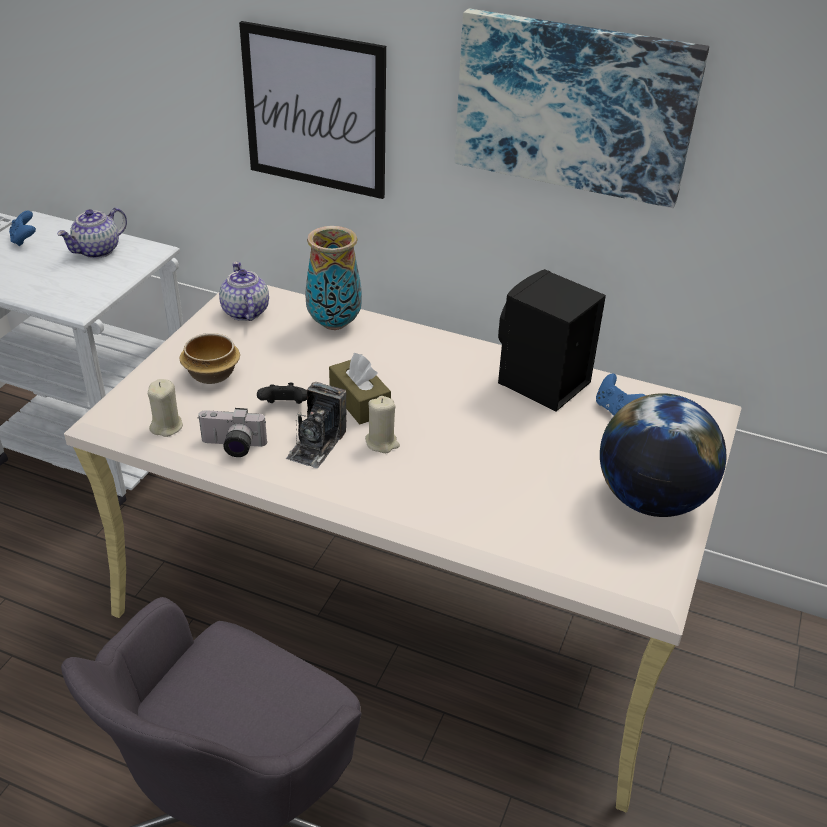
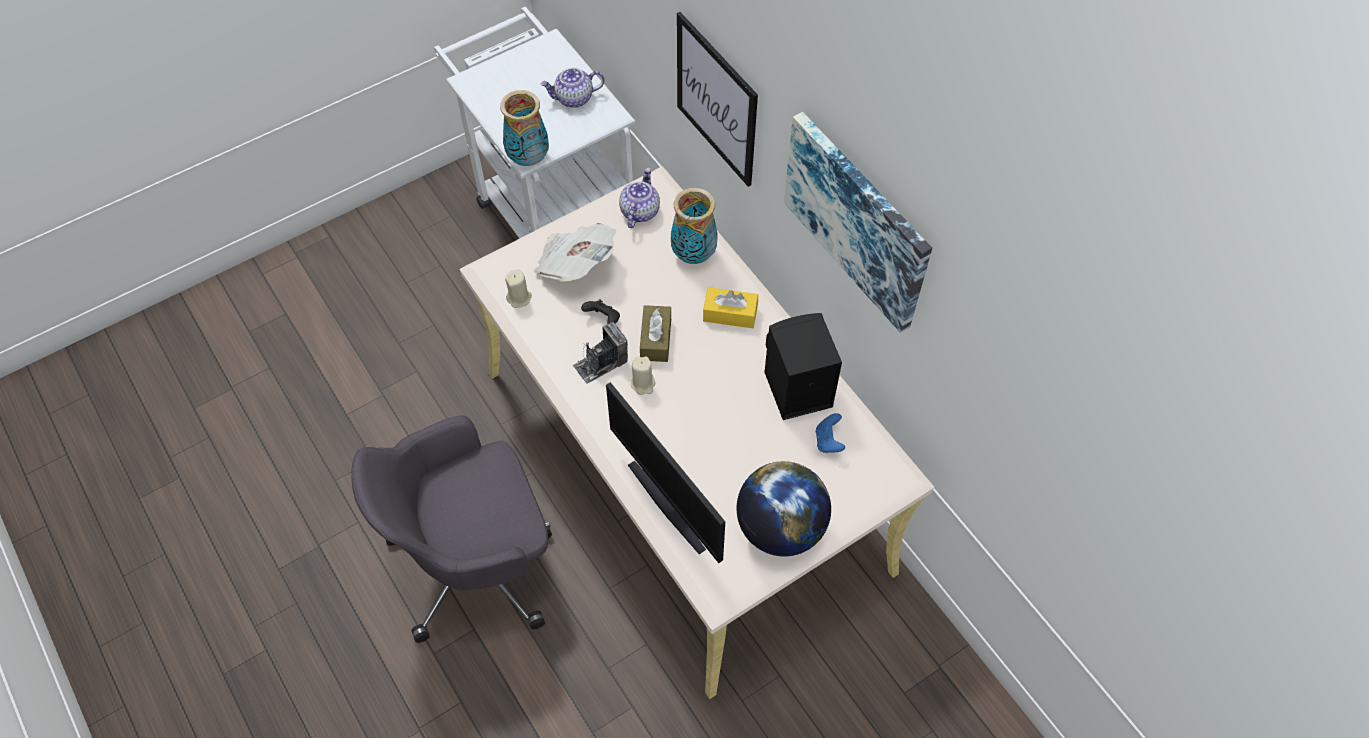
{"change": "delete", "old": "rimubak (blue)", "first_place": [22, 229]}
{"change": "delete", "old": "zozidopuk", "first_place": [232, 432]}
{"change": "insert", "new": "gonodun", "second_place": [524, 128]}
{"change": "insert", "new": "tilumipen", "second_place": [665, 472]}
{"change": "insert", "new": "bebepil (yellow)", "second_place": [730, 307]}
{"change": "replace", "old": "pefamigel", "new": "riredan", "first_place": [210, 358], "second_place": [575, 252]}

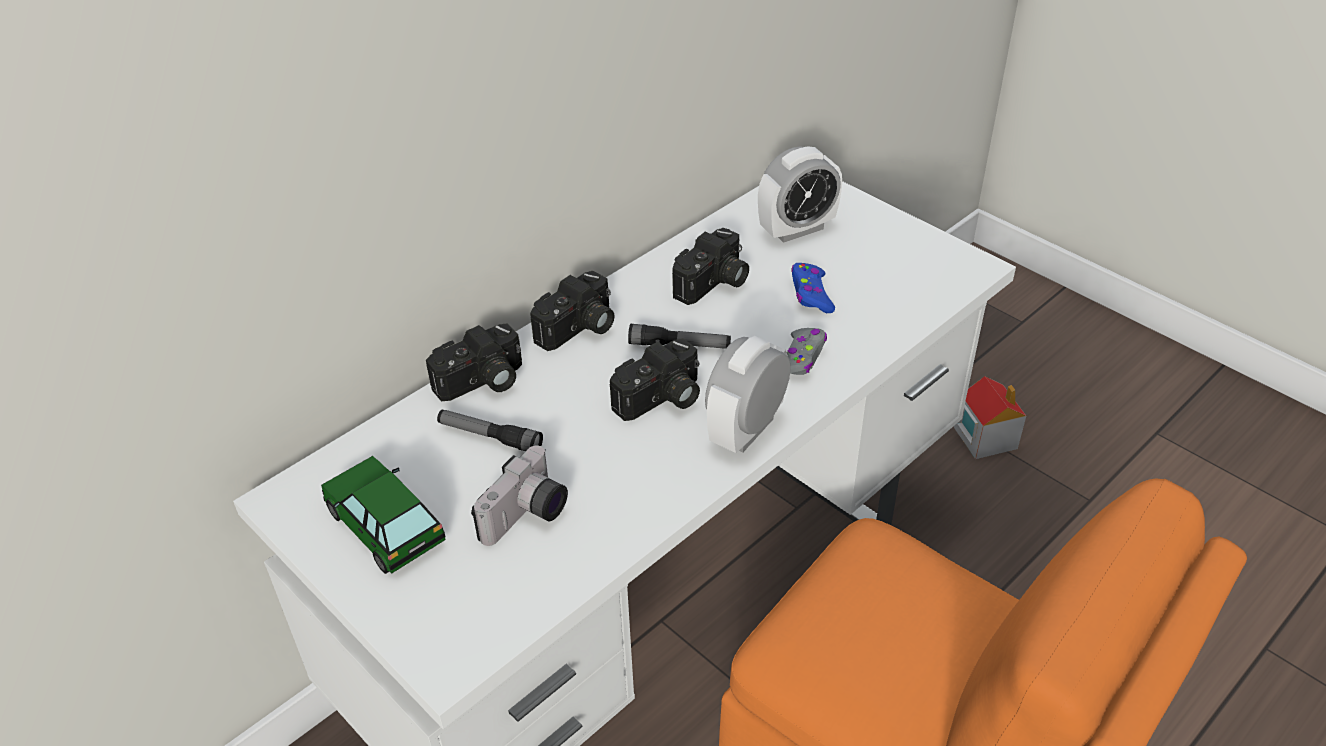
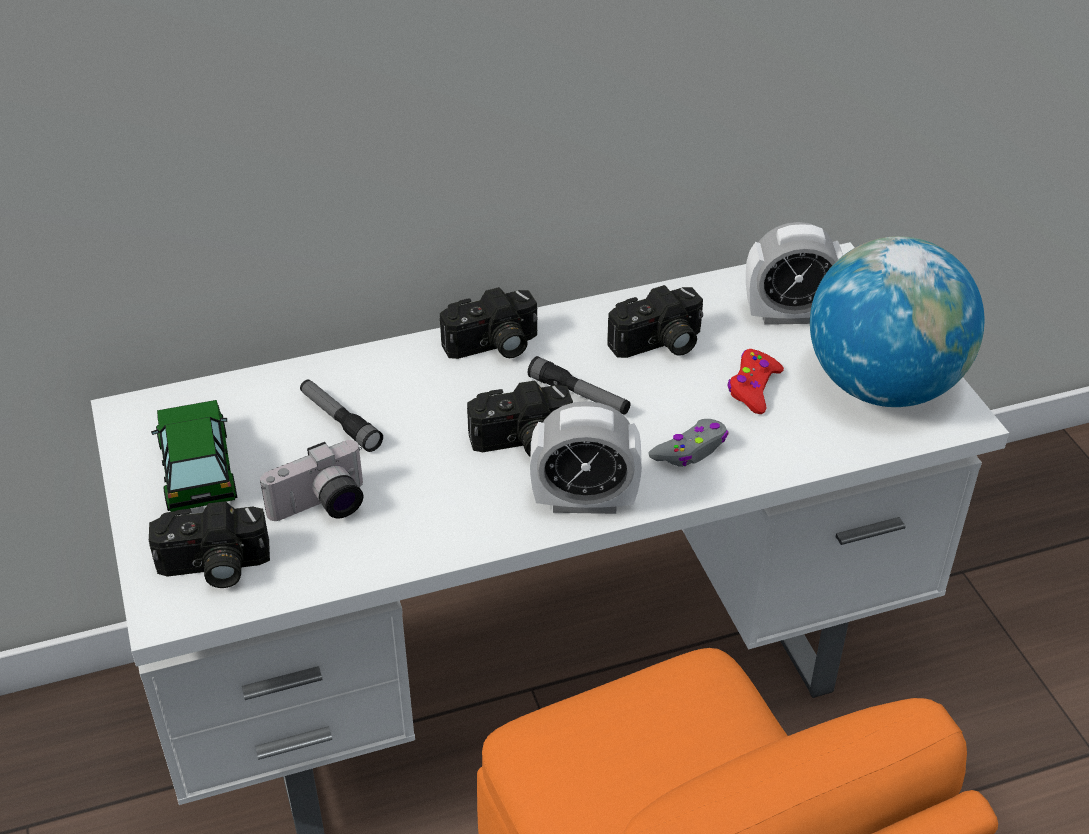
{"change": "delete", "old": "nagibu", "first_place": [990, 417]}
{"change": "insert", "new": "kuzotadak", "second_place": [897, 321]}
{"change": "move", "old": "zozidopuk", "first_place": [474, 362], "second_place": [209, 544]}
{"change": "recolor", "old": "rimubak (blue)", "new": "rimubak (red)", "first_place": [813, 288], "second_place": [755, 381]}
{"change": "rotate", "old": "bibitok", "first_place": [748, 394], "second_place": [586, 457], "degrees": -150}

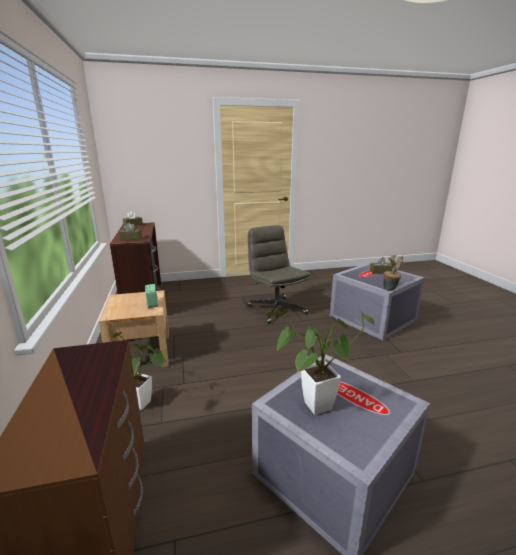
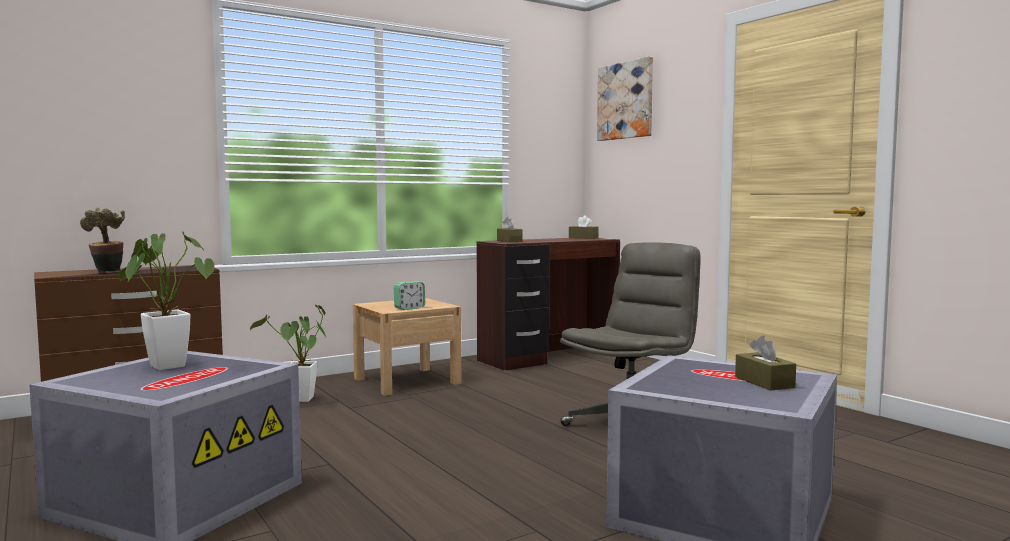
{"change": "insert", "new": "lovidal", "second_place": [625, 98]}
{"change": "move", "old": "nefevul", "first_place": [393, 273], "second_place": [102, 239]}

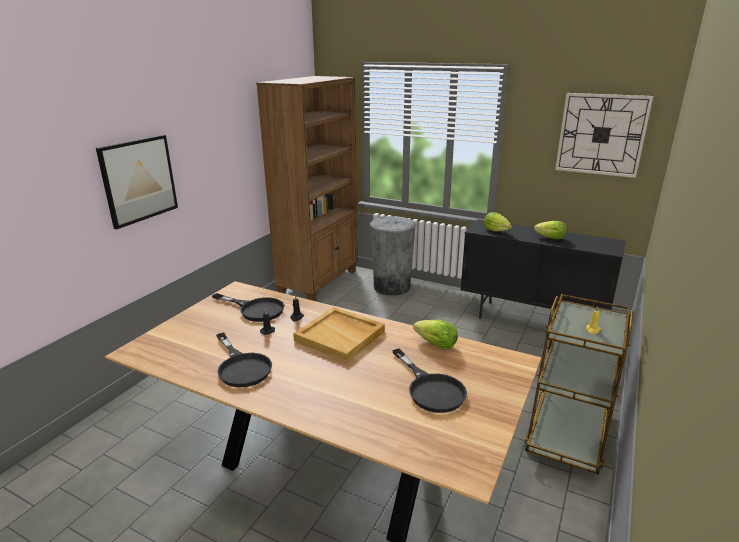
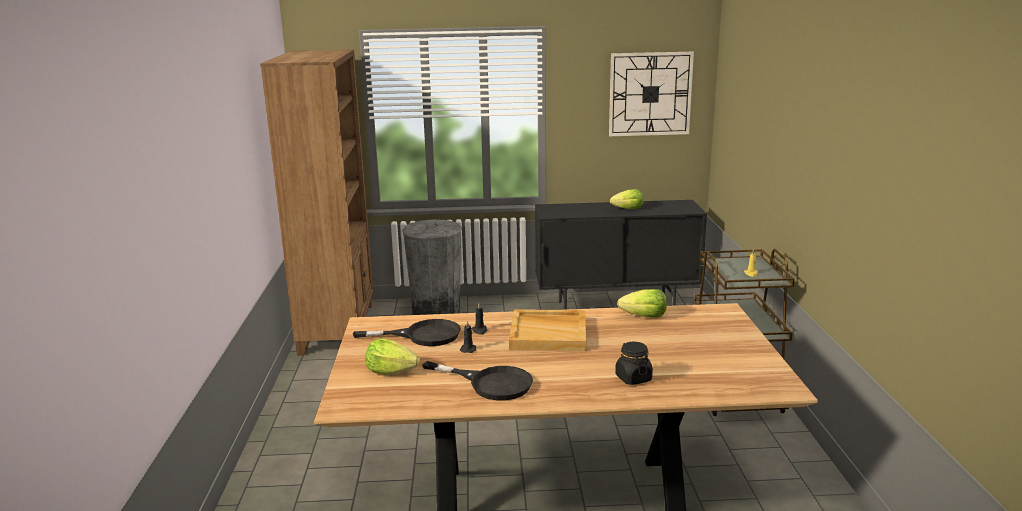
{"change": "delete", "old": "lovidal", "first_place": [137, 182]}
{"change": "delete", "old": "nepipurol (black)", "first_place": [429, 380]}
{"change": "insert", "new": "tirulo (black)", "second_place": [634, 363]}
{"change": "move", "old": "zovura", "first_place": [498, 221], "second_place": [392, 356]}

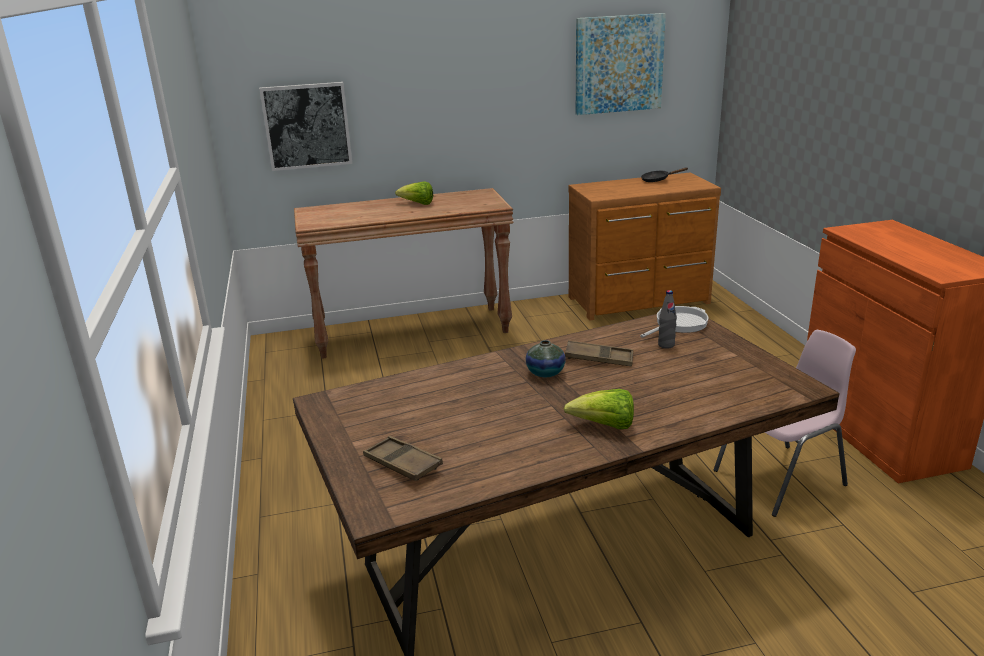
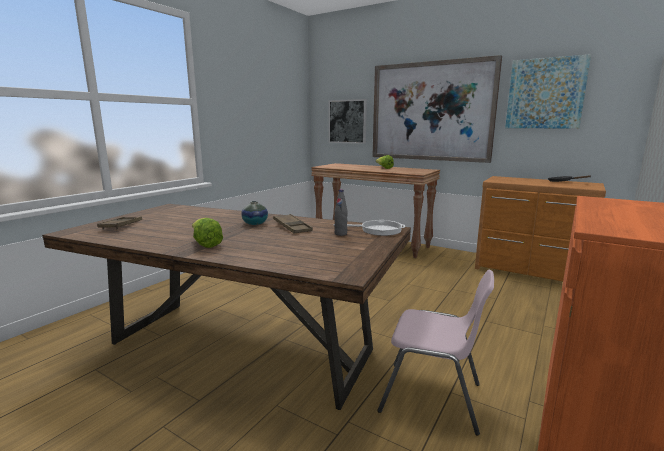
{"change": "insert", "new": "lovidal", "second_place": [437, 109]}

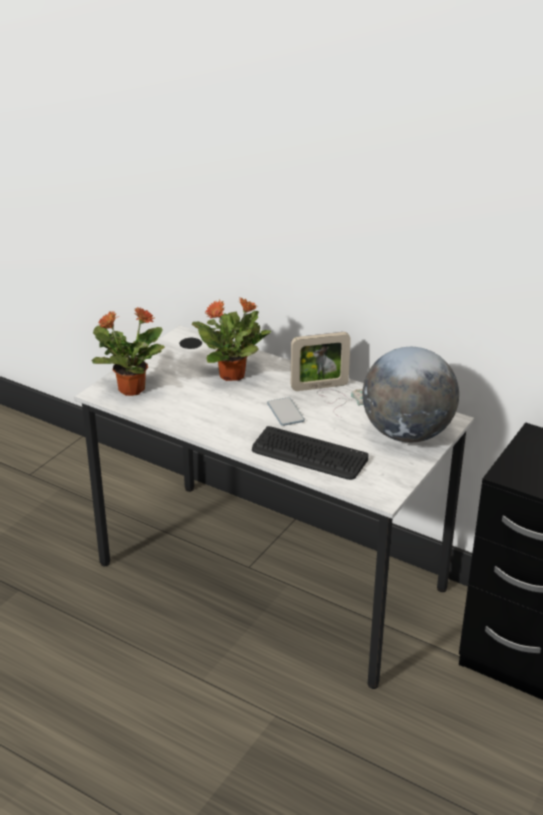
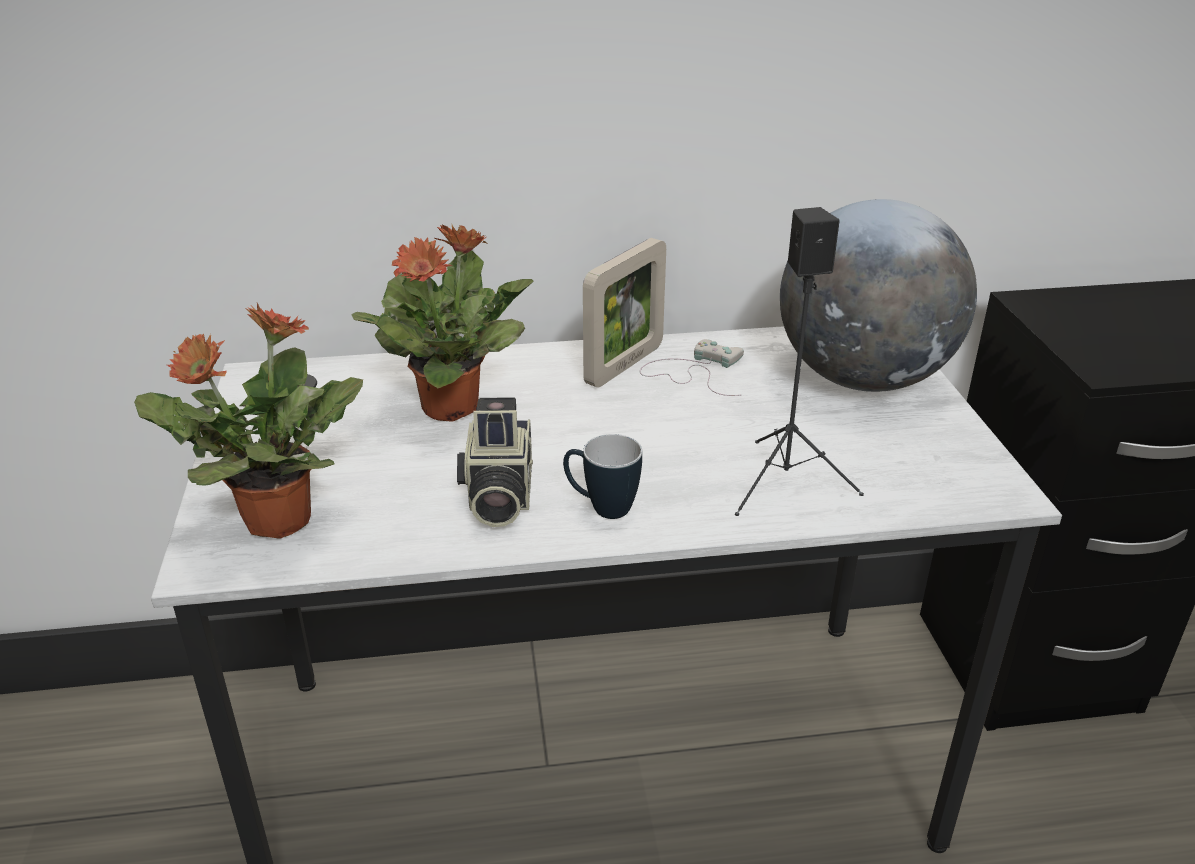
{"change": "delete", "old": "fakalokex", "first_place": [286, 411]}
{"change": "insert", "new": "zozidopuk", "second_place": [495, 462]}
{"change": "insert", "new": "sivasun", "second_place": [602, 476]}
{"change": "replace", "old": "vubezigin", "new": "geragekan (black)", "first_place": [310, 453], "second_place": [799, 361]}

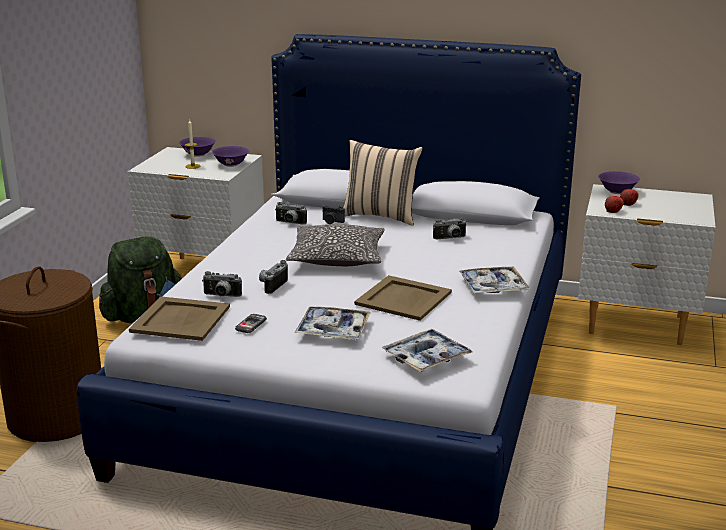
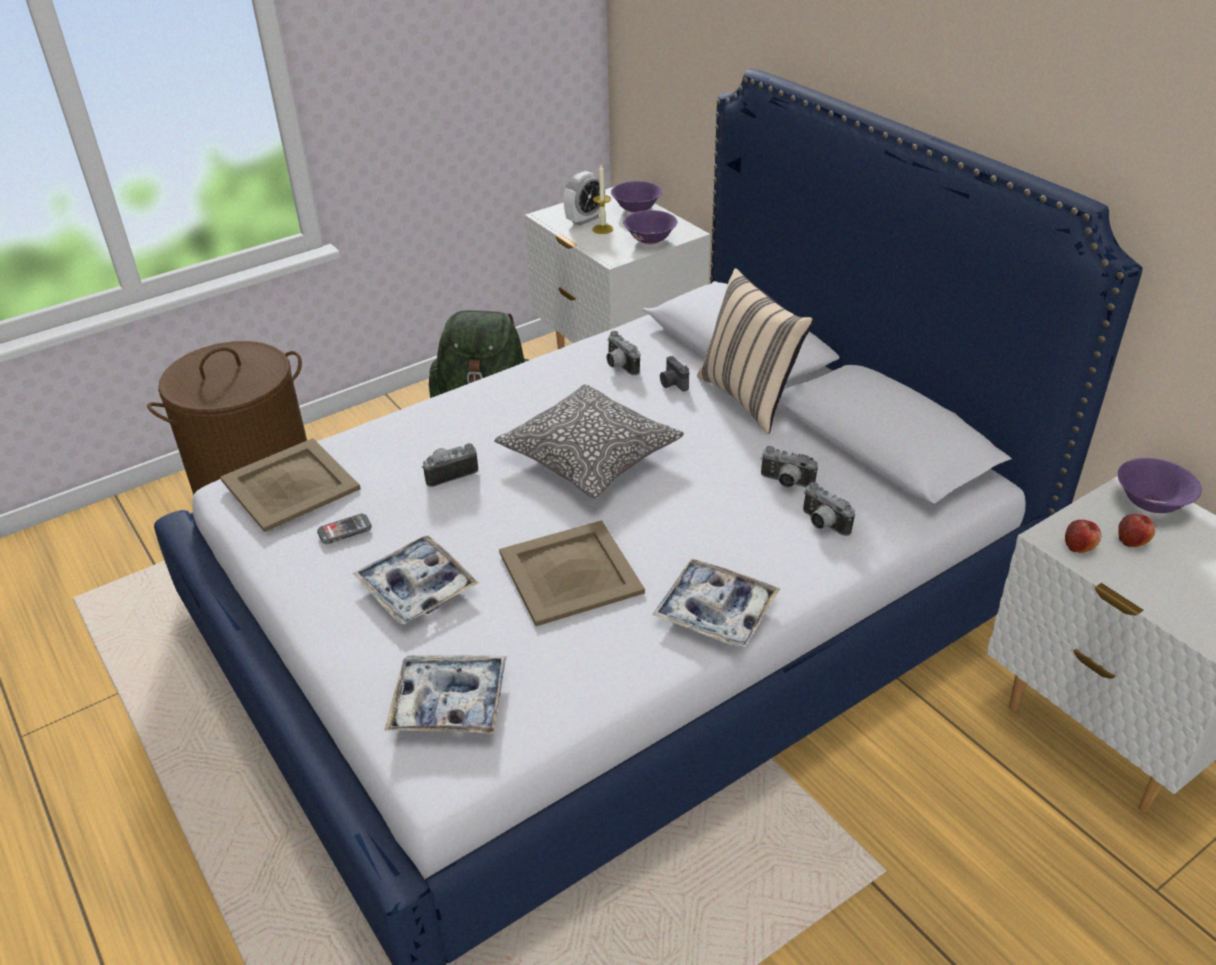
{"change": "insert", "new": "bibitok", "second_place": [584, 198]}
{"change": "move", "old": "zozidopuk", "first_place": [222, 284], "second_place": [829, 509]}

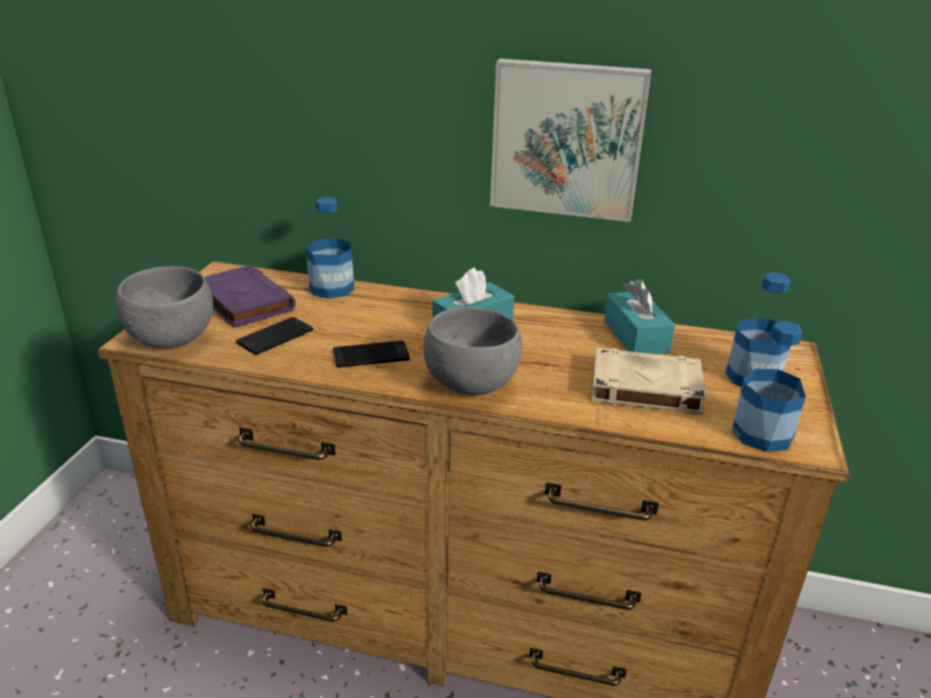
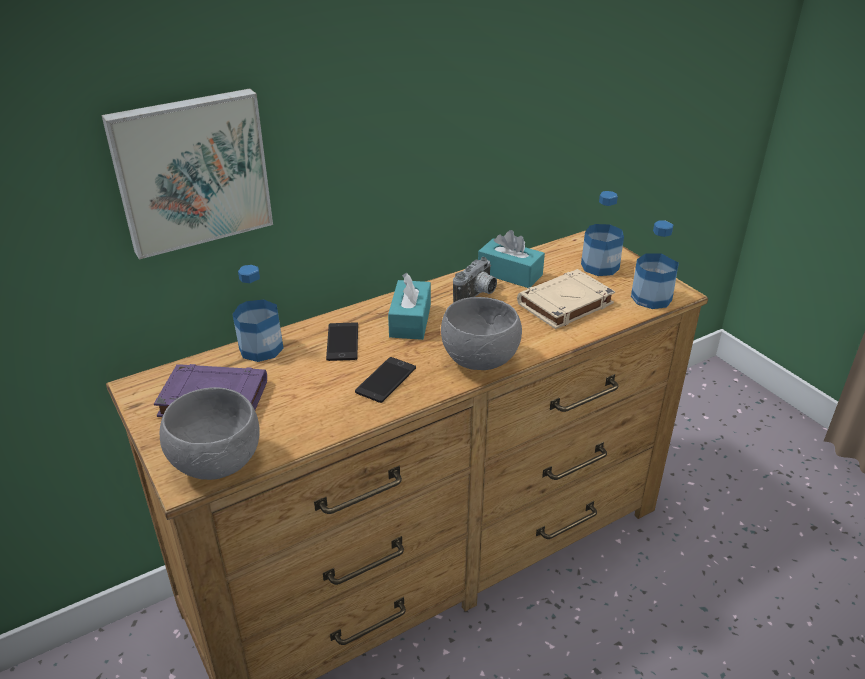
{"change": "insert", "new": "zozidopuk", "second_place": [475, 280]}
{"change": "move", "old": "fakalokex", "first_place": [274, 336], "second_place": [342, 341]}
{"change": "move", "old": "lovidal", "first_place": [571, 140], "second_place": [187, 174]}

